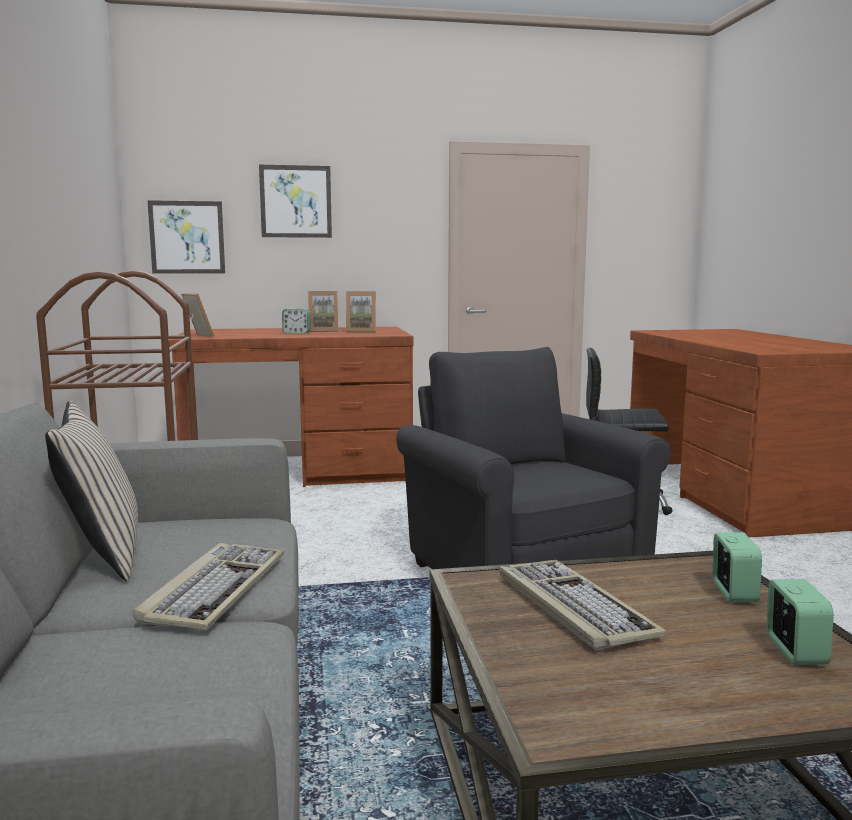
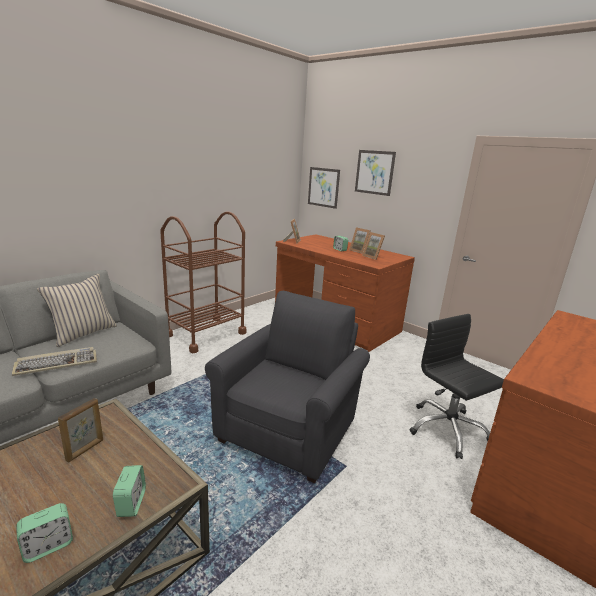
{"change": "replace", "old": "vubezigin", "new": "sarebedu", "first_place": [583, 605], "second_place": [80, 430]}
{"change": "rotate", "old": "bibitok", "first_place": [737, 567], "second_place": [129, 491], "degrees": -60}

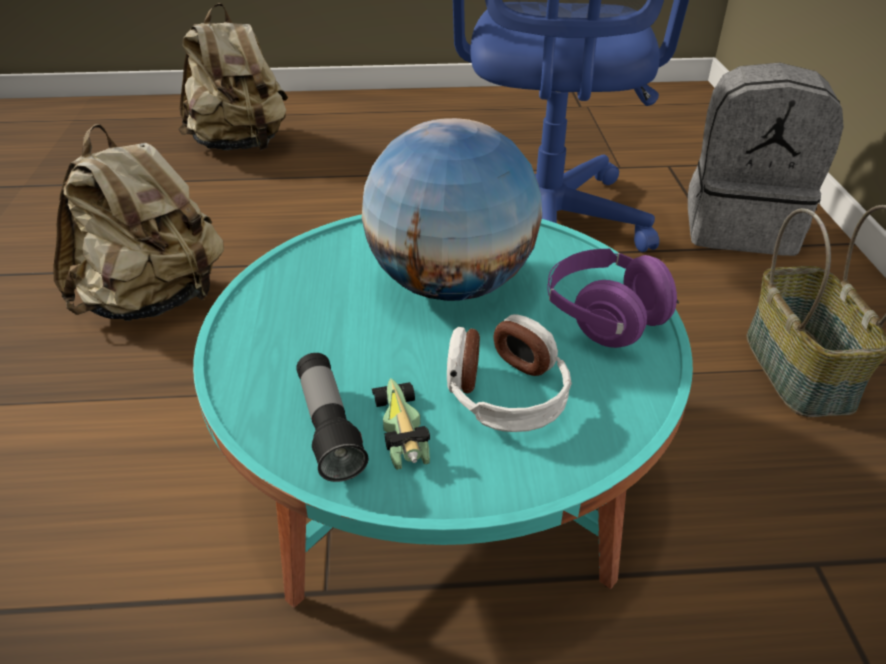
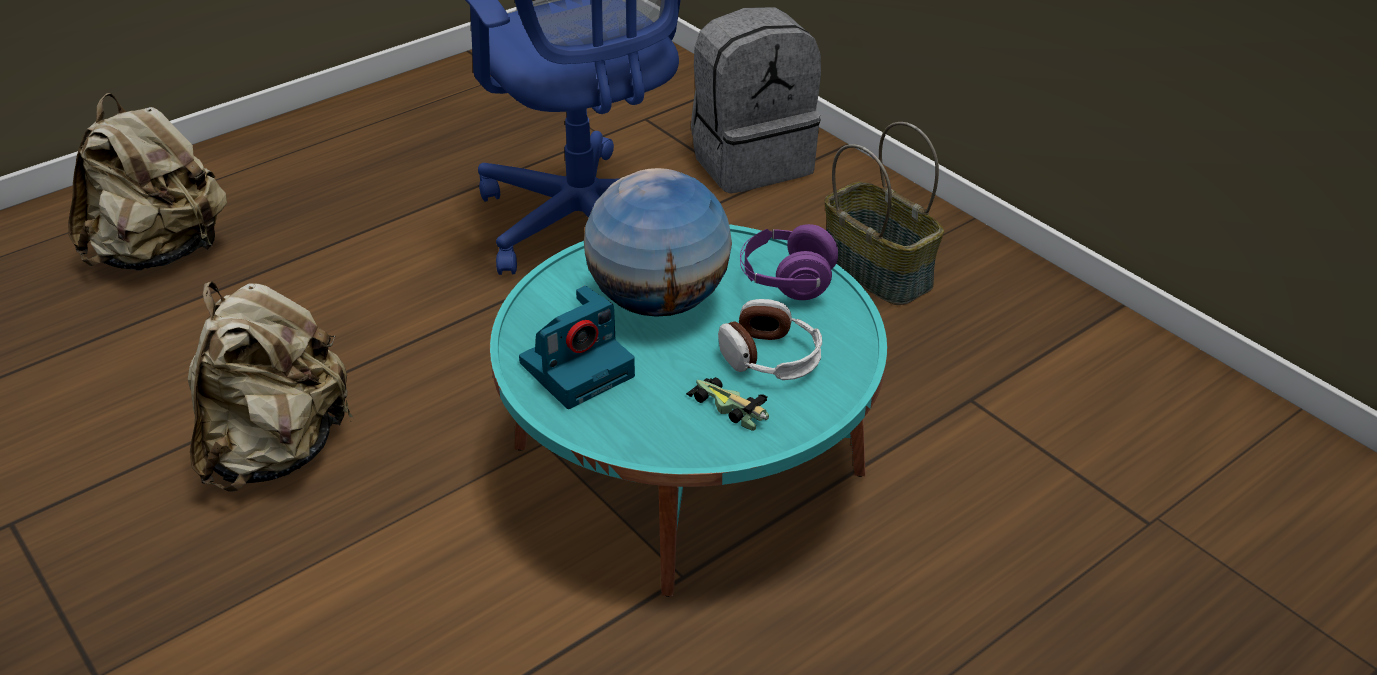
{"change": "delete", "old": "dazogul", "first_place": [332, 417]}
{"change": "insert", "new": "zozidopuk", "second_place": [577, 347]}

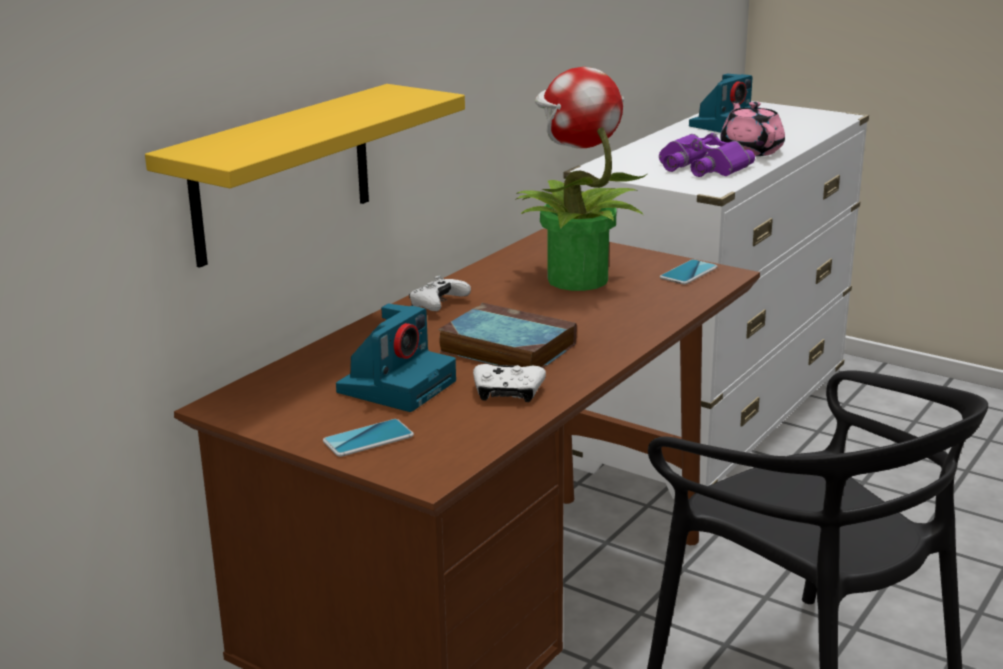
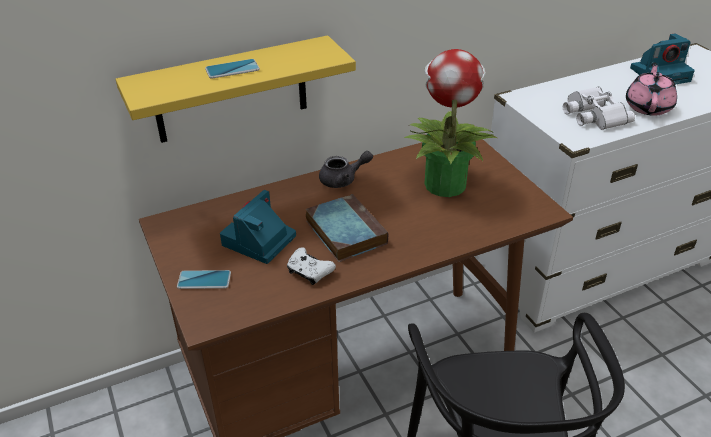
{"change": "move", "old": "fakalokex", "first_place": [689, 271], "second_place": [232, 69]}
{"change": "replace", "old": "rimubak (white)", "new": "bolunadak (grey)", "first_place": [440, 293], "second_place": [346, 169]}
{"change": "recolor", "old": "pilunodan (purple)", "new": "pilunodan (white)", "first_place": [707, 155], "second_place": [599, 108]}
{"change": "rotate", "old": "zozidopuk", "first_place": [396, 357], "second_place": [258, 227], "degrees": 150}

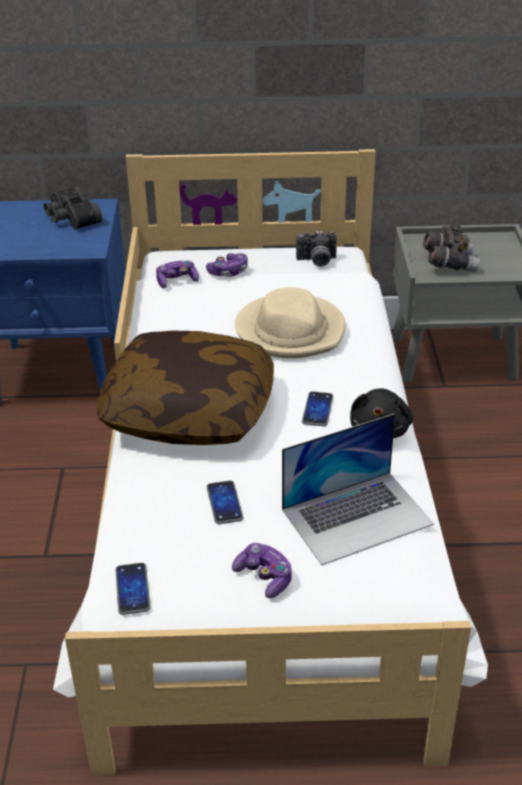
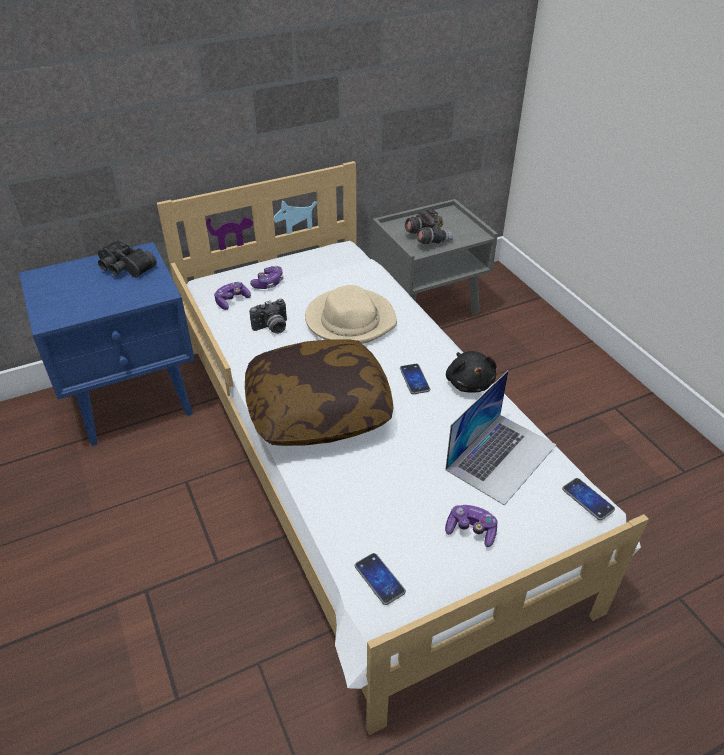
{"change": "move", "old": "fakalokex", "first_place": [225, 502], "second_place": [588, 499]}
{"change": "move", "old": "zozidopuk", "first_place": [316, 248], "second_place": [268, 316]}

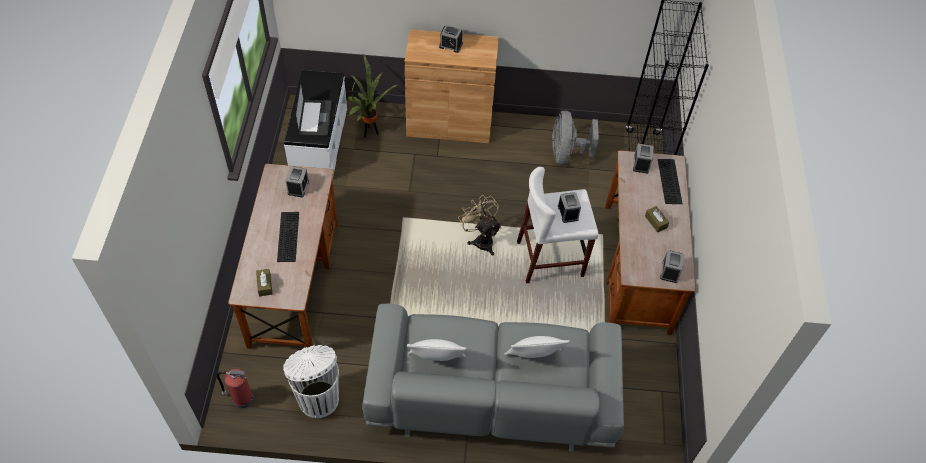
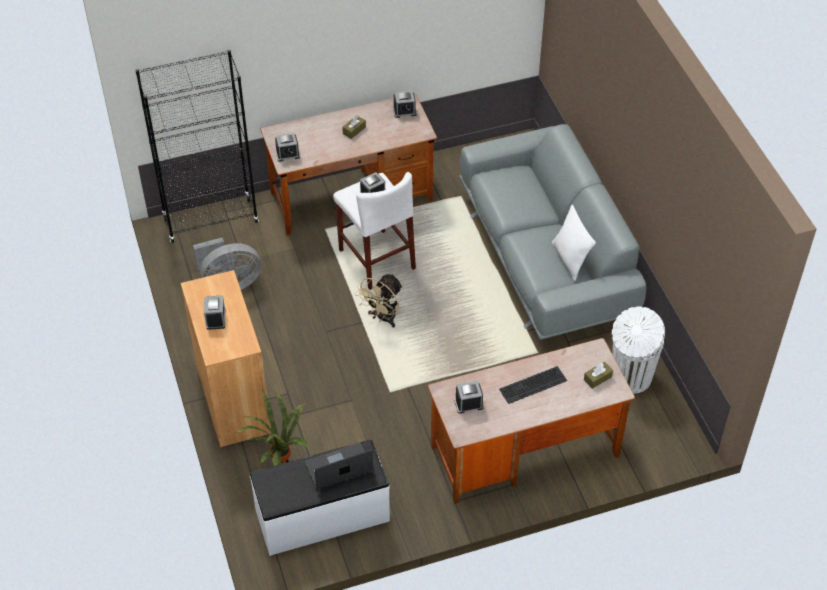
{"change": "delete", "old": "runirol", "first_place": [235, 389]}
{"change": "delete", "old": "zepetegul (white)", "first_place": [537, 347]}
{"change": "delete", "old": "vubezigin", "first_place": [670, 181]}

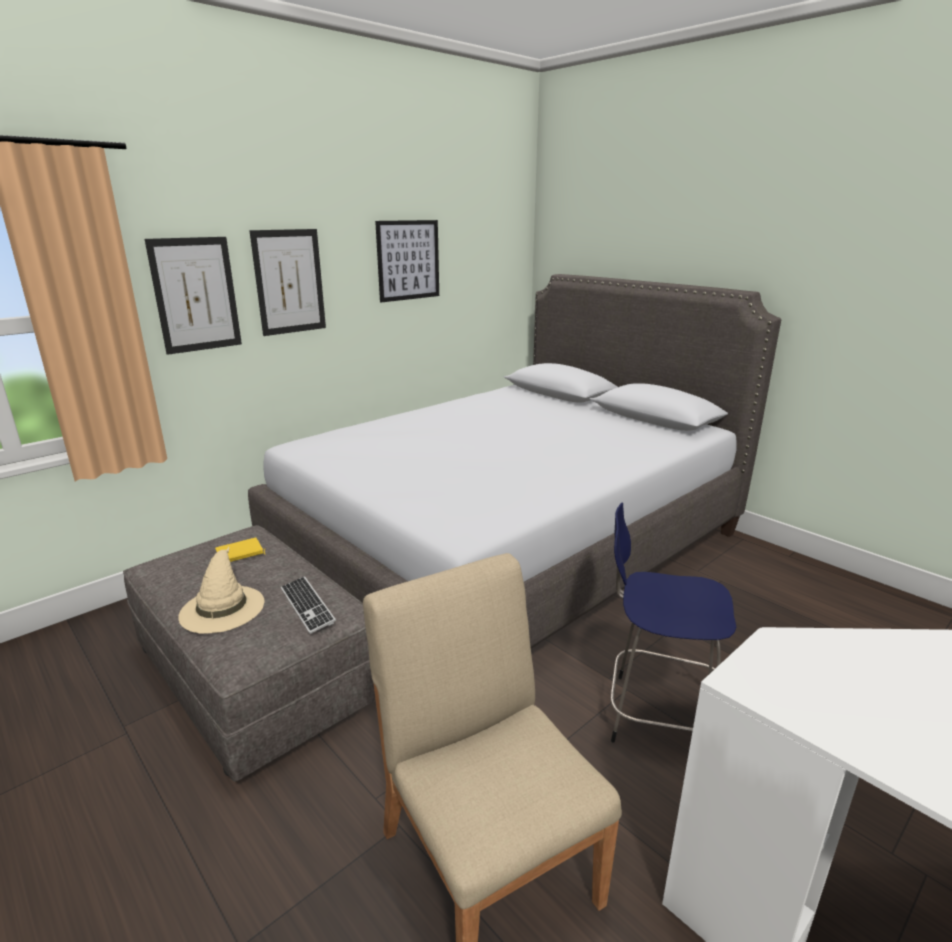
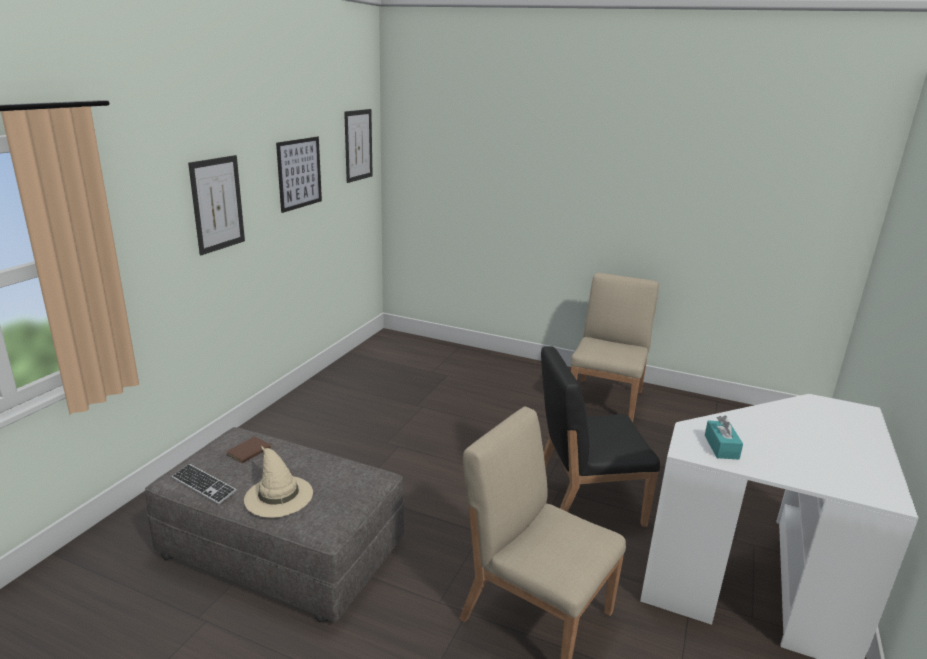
{"change": "delete", "old": "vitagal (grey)", "first_place": [514, 461]}
{"change": "insert", "new": "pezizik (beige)", "second_place": [615, 347]}
{"change": "insert", "new": "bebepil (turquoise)", "second_place": [724, 438]}
{"change": "move", "old": "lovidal", "first_place": [193, 296], "second_place": [358, 146]}
{"change": "move", "old": "vubezigin", "first_place": [308, 605], "second_place": [204, 484]}
{"change": "replace", "old": "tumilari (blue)", "new": "pezizik (black)", "first_place": [673, 622], "second_place": [600, 436]}
{"change": "recolor", "old": "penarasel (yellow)", "new": "penarasel (brown)", "first_place": [240, 549], "second_place": [250, 449]}

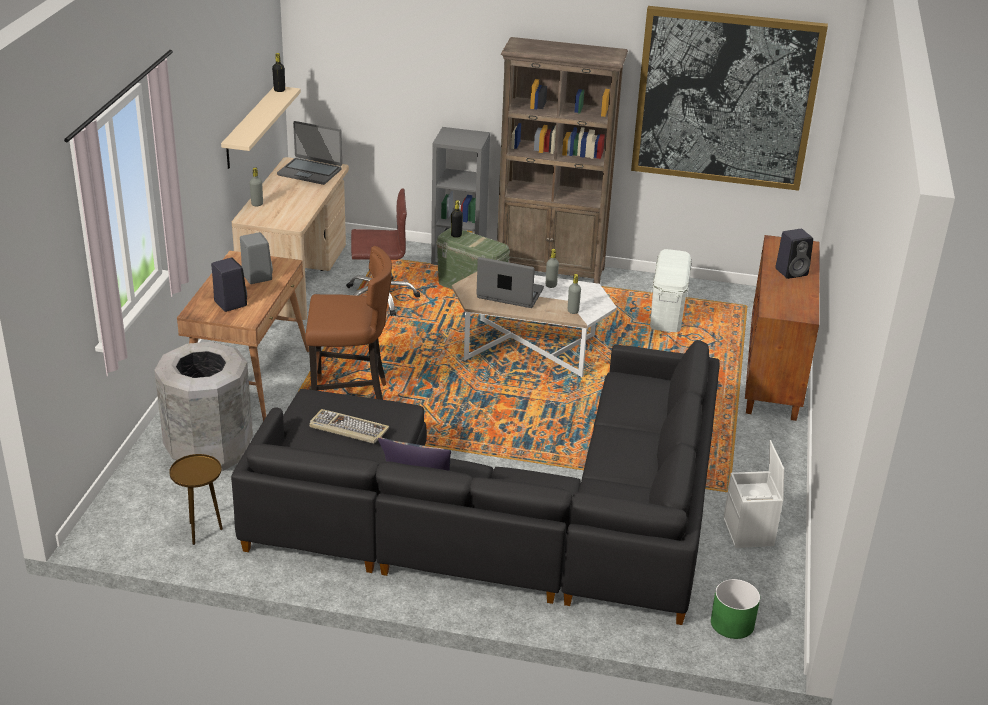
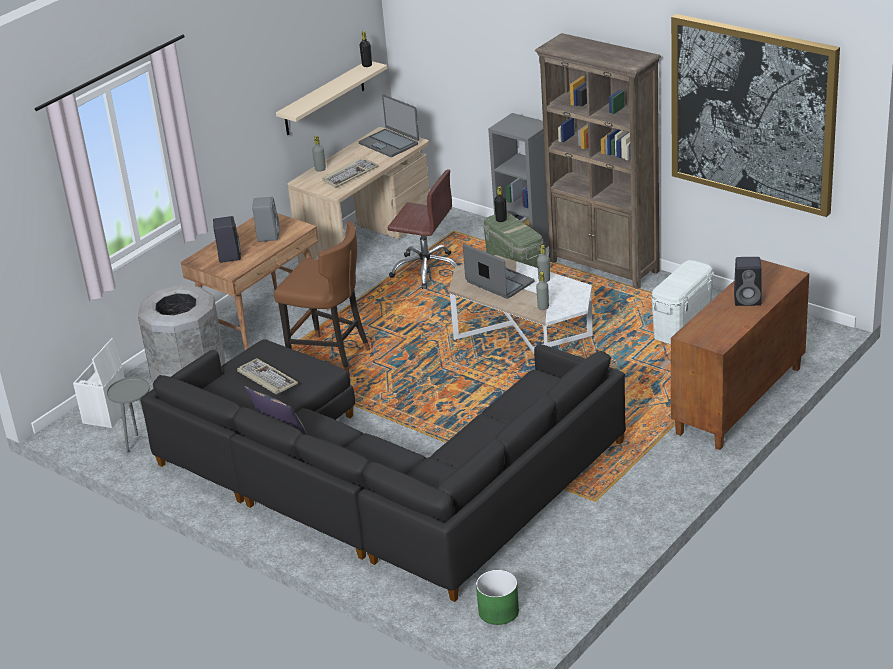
{"change": "insert", "new": "vubezigin", "second_place": [350, 173]}
{"change": "move", "old": "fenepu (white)", "first_place": [753, 494], "second_place": [101, 383]}
{"change": "recolor", "old": "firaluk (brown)", "new": "firaluk (grey)", "first_place": [196, 499], "second_place": [128, 415]}

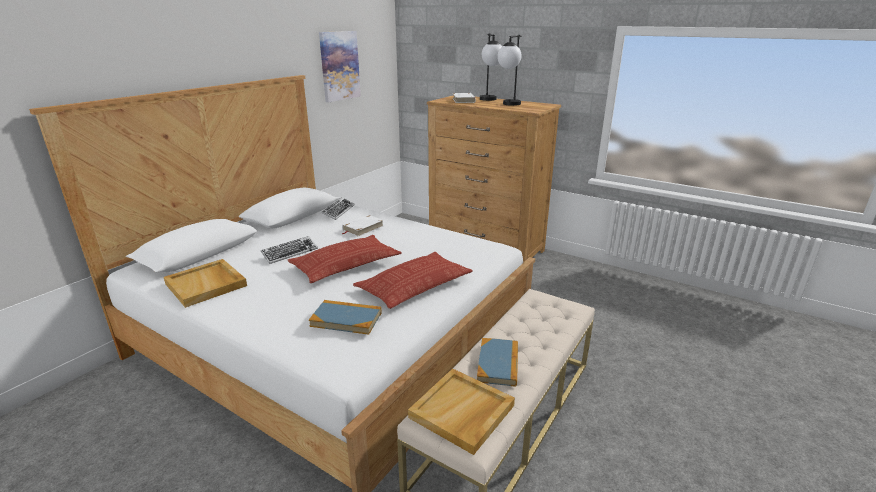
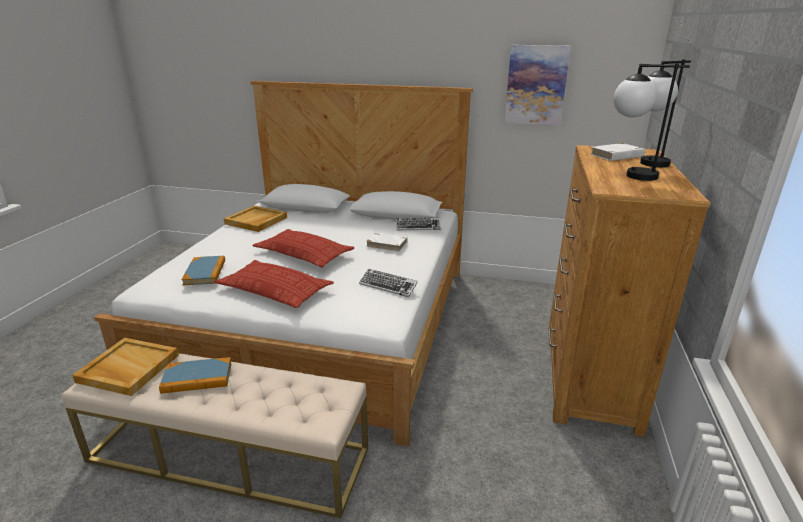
{"change": "move", "old": "vubezigin", "first_place": [289, 250], "second_place": [388, 283]}

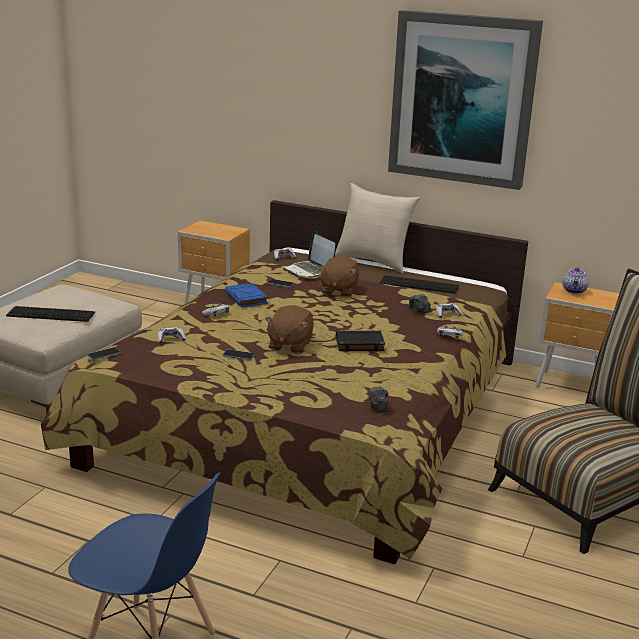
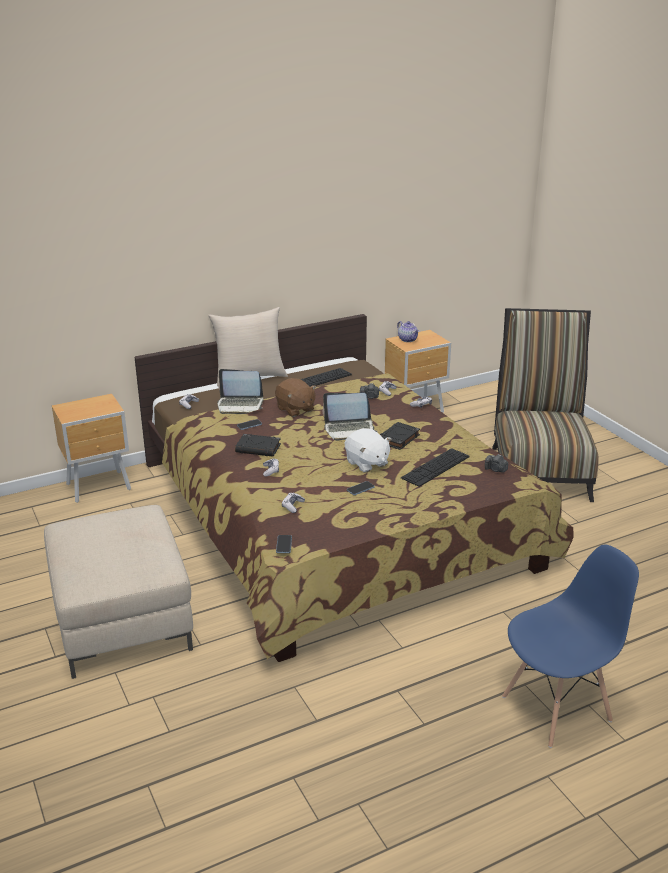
{"change": "delete", "old": "lovidal", "first_place": [465, 100]}
{"change": "insert", "new": "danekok", "second_place": [350, 417]}
{"change": "move", "old": "vubezigin", "first_place": [50, 314], "second_place": [435, 467]}
{"change": "recolor", "old": "penarasel (blue)", "new": "penarasel (black)", "first_place": [246, 295], "second_place": [258, 445]}
{"change": "recolor", "old": "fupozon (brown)", "new": "fupozon (white)", "first_place": [289, 329], "second_place": [368, 451]}

